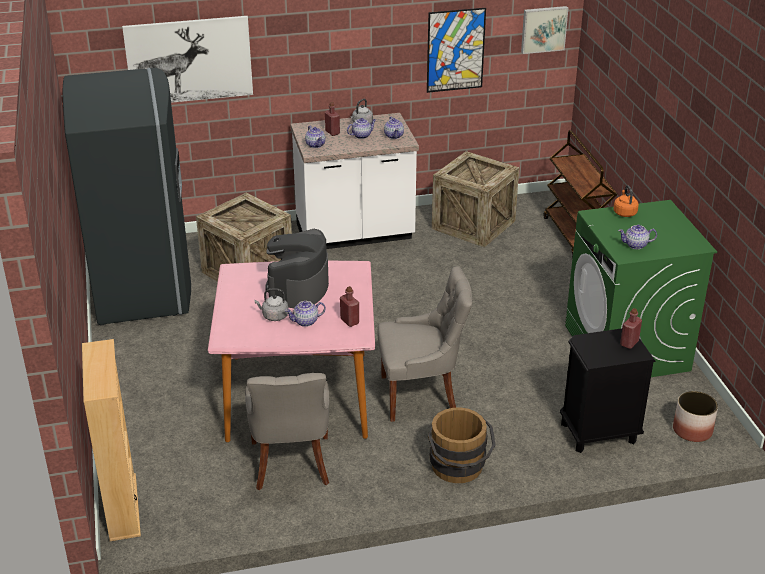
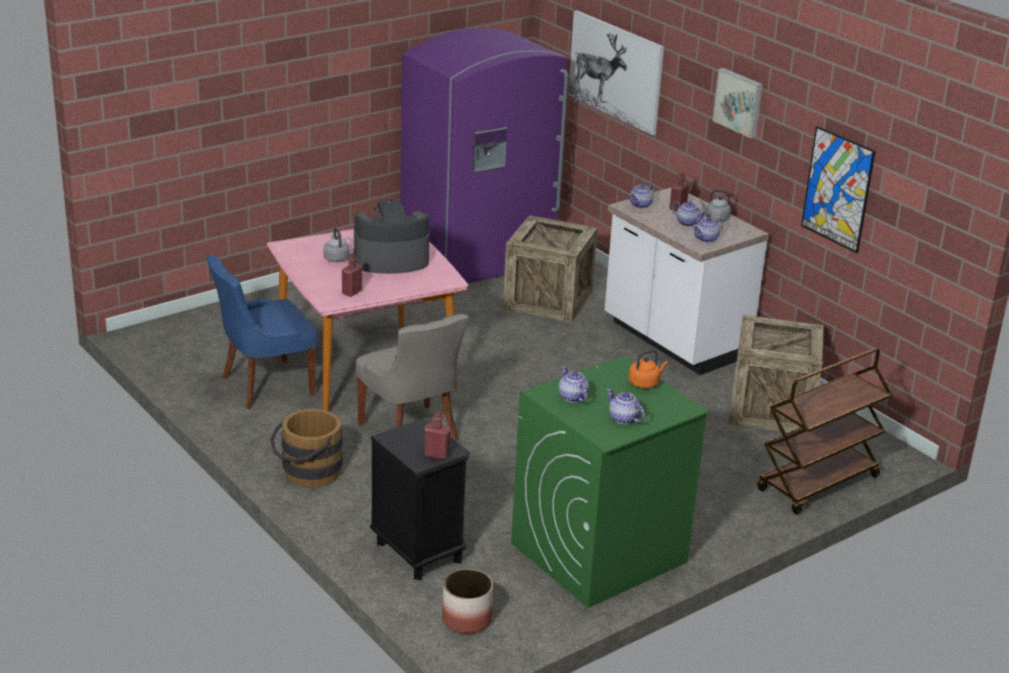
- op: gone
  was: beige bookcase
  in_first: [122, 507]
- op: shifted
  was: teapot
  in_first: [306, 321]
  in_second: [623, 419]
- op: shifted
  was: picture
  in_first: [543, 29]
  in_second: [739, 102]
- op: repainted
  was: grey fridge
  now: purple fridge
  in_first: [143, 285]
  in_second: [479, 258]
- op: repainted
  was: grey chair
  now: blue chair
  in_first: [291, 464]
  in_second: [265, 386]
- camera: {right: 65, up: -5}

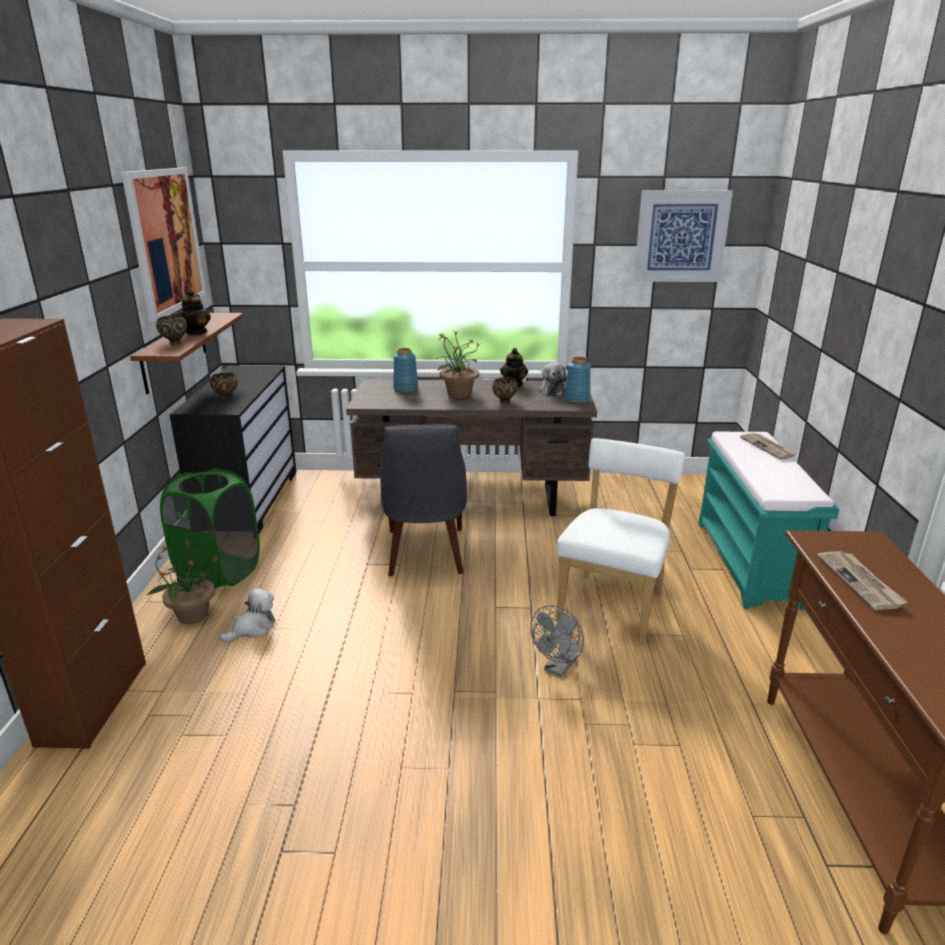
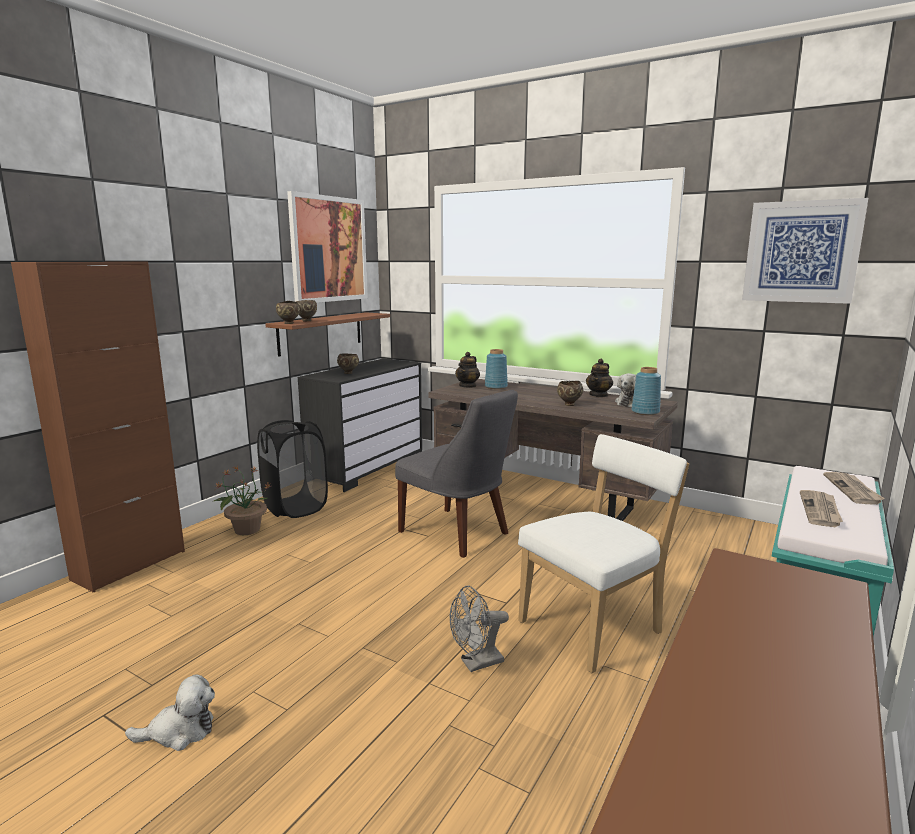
- op: gone
  was: potted plant
  in_first: [458, 394]
- op: new
  now: brown bowl
  in_second: [289, 323]
- op: shifted
  was: teapot
  in_first: [197, 332]
  in_second: [467, 386]
- op: shifted
  was: plush toy
  in_first: [253, 628]
  in_second: [179, 731]
- op: shifted
  was: newspaper
  in_first: [860, 582]
  in_second: [821, 510]
- op: repainted
  was: green laundry basket
  now: black laundry basket
  in_first: [219, 572]
  in_second: [295, 507]
- op: rotated
  was: grey chair
  in_first: [425, 554]
  in_second: [457, 534]
  clockwise: -75
- camera: {right: 30, up: -10}

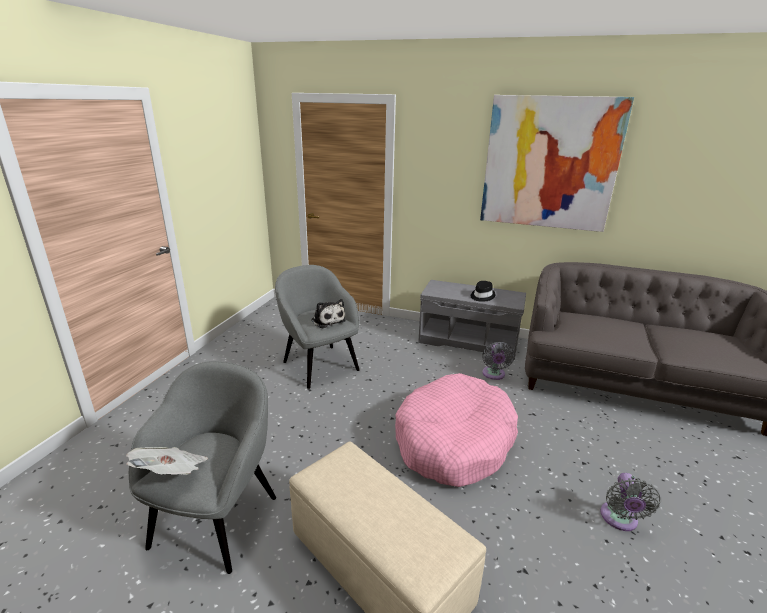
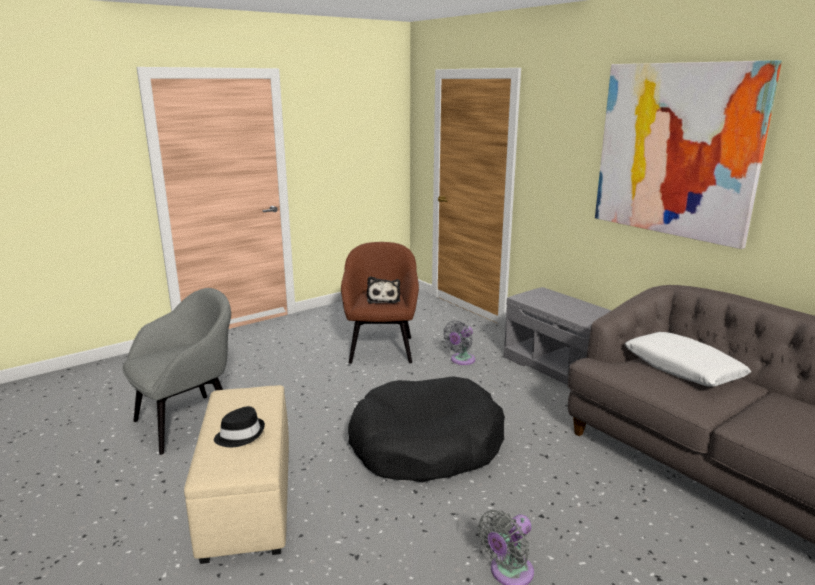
- op: gone
  was: newspaper
  in_first: [172, 473]
- op: new
  now: white pillow
  in_second: [682, 369]
- op: shifted
  was: black hat
  in_first: [481, 296]
  in_second: [240, 435]
- op: shifted
  was: grey fan
  in_first: [493, 375]
  in_second: [461, 360]
- op: repainted
  was: grey armchair
  now: brown armchair
  in_first: [319, 365]
  in_second: [381, 349]
- op: repainted
  was: pink dog bed
  now: black dog bed
  in_first: [454, 441]
  in_second: [425, 445]
- camera: {right: 35, up: -5}

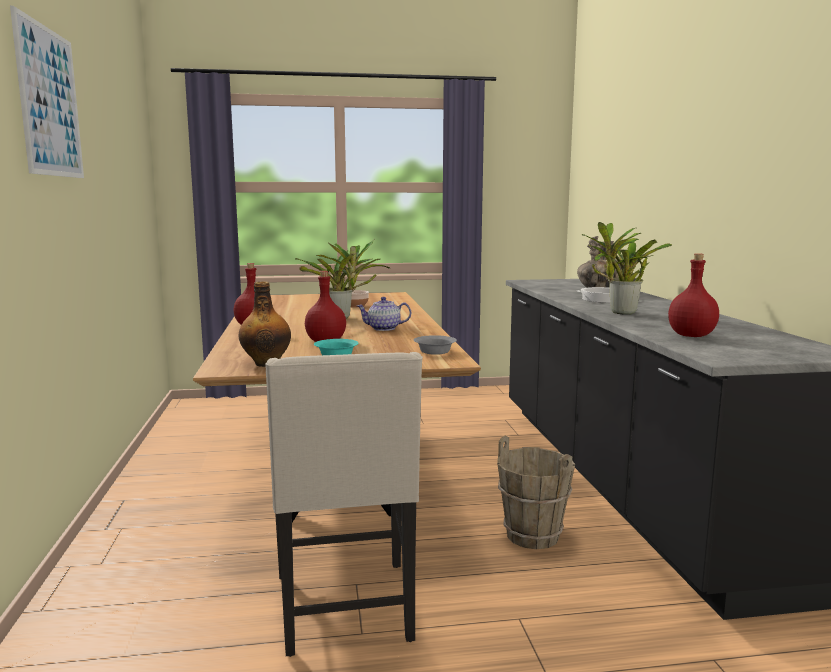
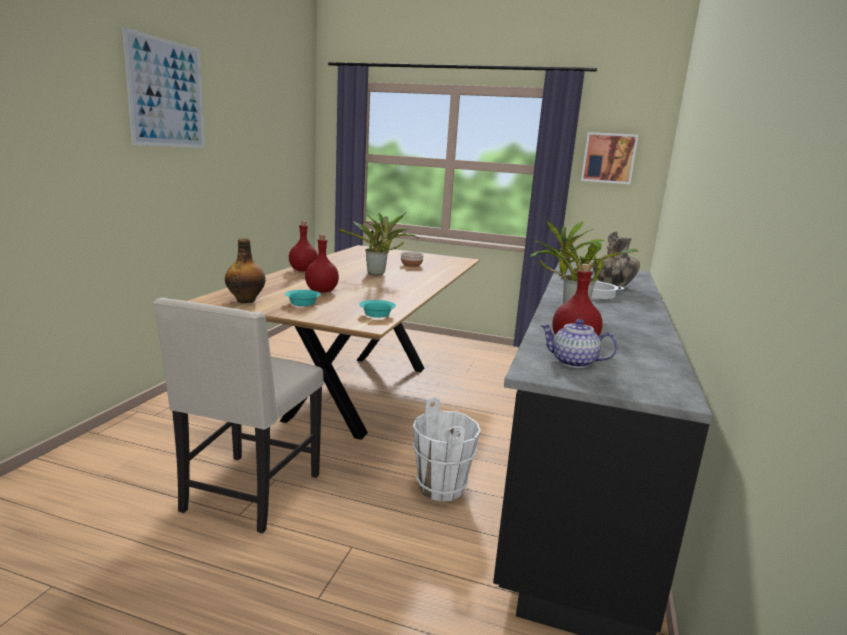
- op: new
  now: picture
  in_second: [609, 158]
- op: shifted
  was: teapot
  in_first: [383, 328]
  in_second: [573, 362]
- op: repainted
  was: grey bowl
  now: turquoise bowl
  in_first: [434, 351]
  in_second: [377, 314]
- op: repainted
  was: brown bucket
  now: white bucket
  in_first: [533, 535]
  in_second: [442, 487]
- camera: {right: 25, up: 5}

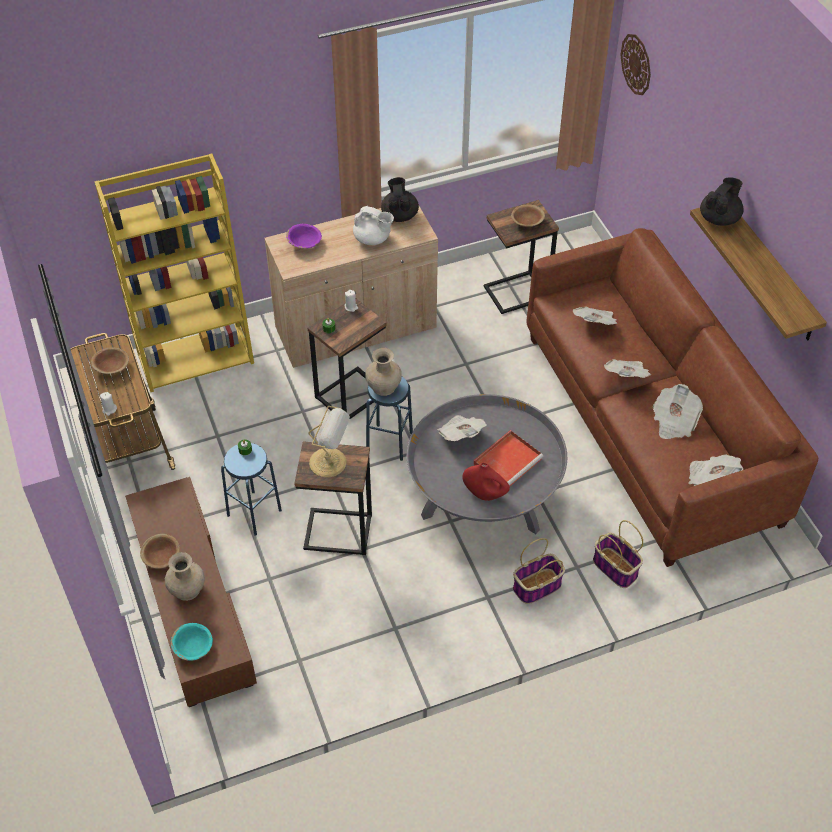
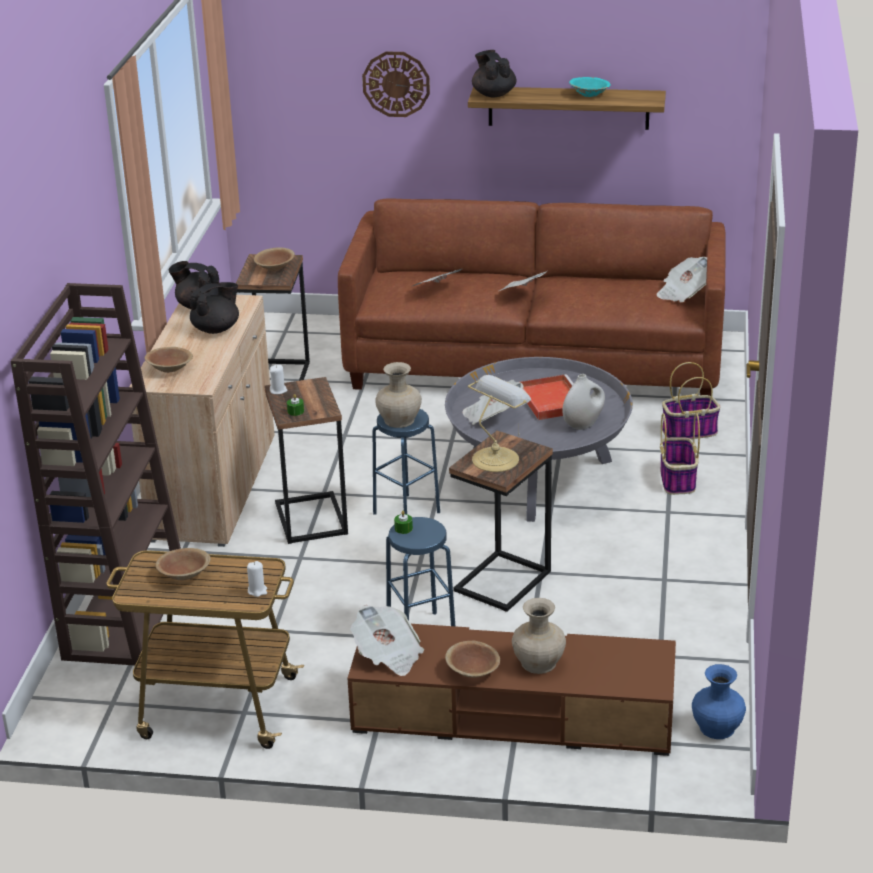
- op: new
  now: blue vase
  in_second: [717, 727]
- op: shifted
  was: turquoise bowl
  in_first: [193, 647]
  in_second: [589, 94]
- op: shifted
  was: wall clock
  in_first: [636, 64]
  in_second: [396, 84]
- op: shifted
  was: newspaper
  in_first: [674, 421]
  in_second: [388, 655]
- op: repainted
  was: yellow bookcase
  now: brown bookcase
  in_first: [196, 357]
  in_second: [124, 614]
- op: repainted
  was: purple bowl
  now: brown bowl
  in_first: [304, 243]
  in_second: [170, 369]
- op: repainted
  was: white teapot
  now: black teapot
  in_first: [373, 239]
  in_second: [216, 329]
- op: repainted
  was: red vase
  now: white vase
  in_first: [485, 494]
  in_second: [583, 424]
- camera: {right: -60, up: -20}

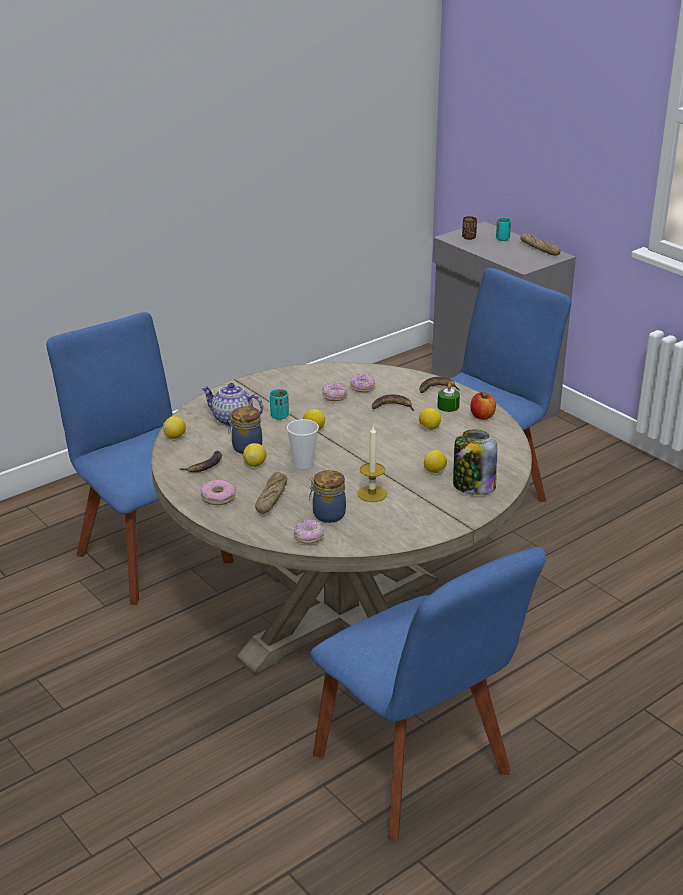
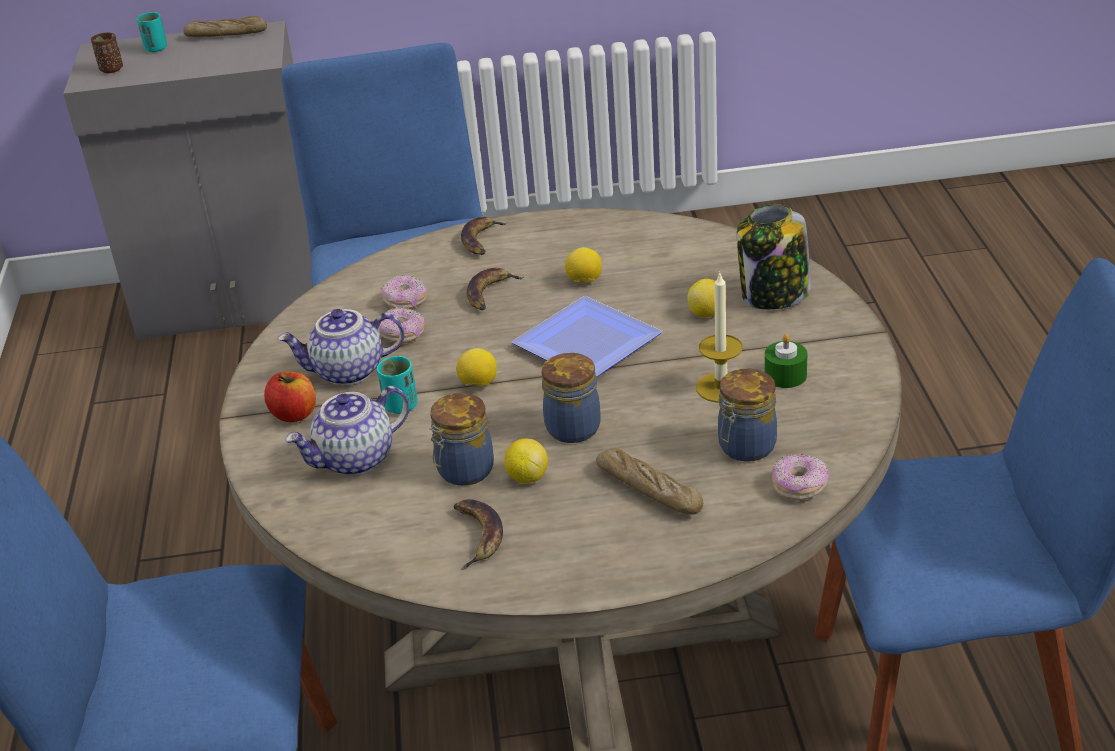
- op: gone
  was: lemon
  in_first: [175, 437]
- op: gone
  was: donut
  in_first: [218, 497]
- op: new
  now: teapot
  in_second: [348, 372]
- op: new
  now: plate
  in_second: [587, 340]
- op: shifted
  was: green candle
  in_first: [448, 406]
  in_second: [785, 375]
- op: shifted
  was: apple
  in_first: [482, 416]
  in_second: [294, 414]
- op: swapped
  was: cup
  now: jar
  in_first: [303, 464]
  in_second: [573, 426]
- camera: {right: -55, up: 5}

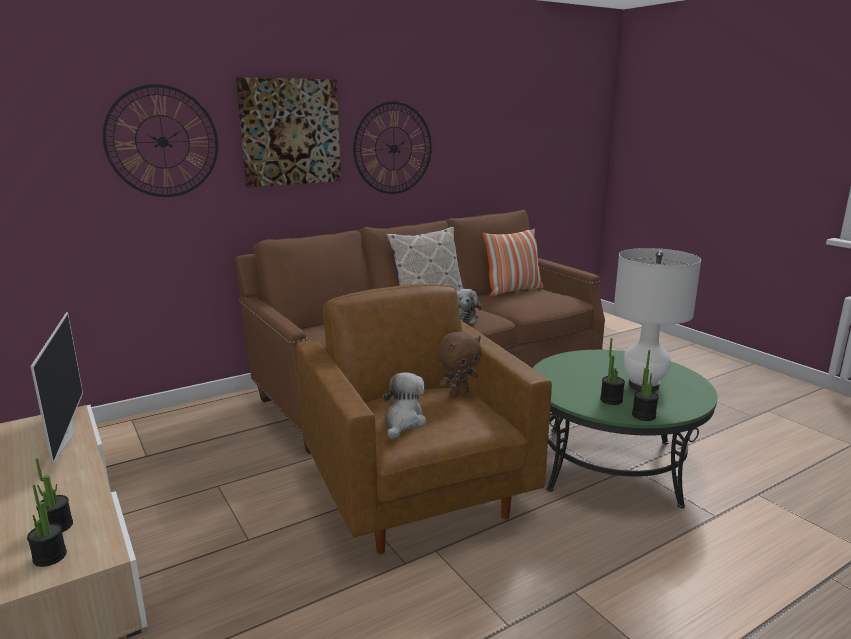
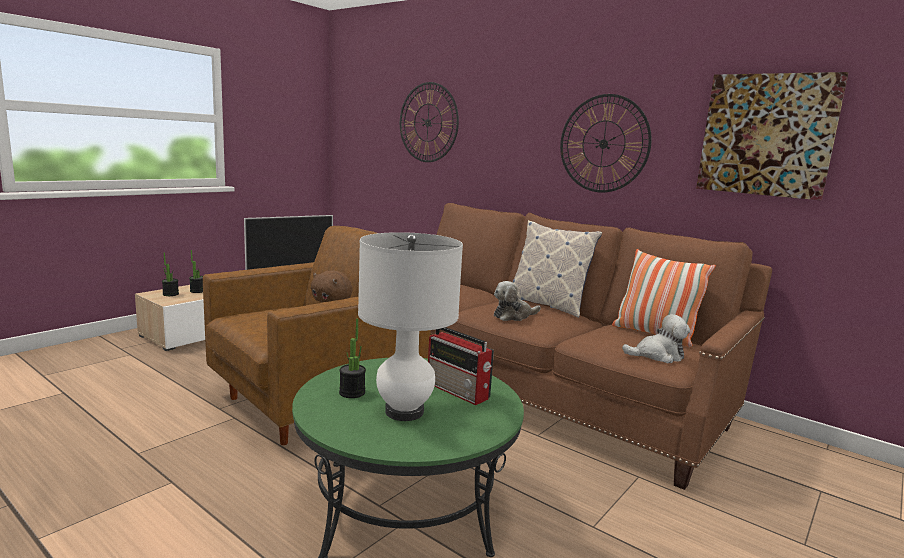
- op: gone
  was: potted plant
  in_first: [643, 416]
- op: new
  now: radio
  in_second: [458, 391]
- op: shifted
  was: picture
  in_first: [290, 132]
  in_second: [767, 135]
- op: shifted
  was: plush toy
  in_first: [403, 422]
  in_second: [657, 355]
- camera: {right: 70, up: -5}

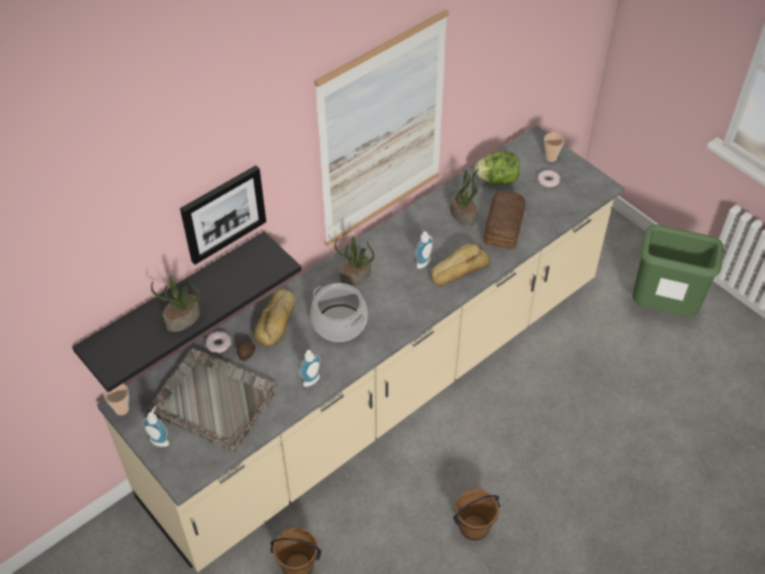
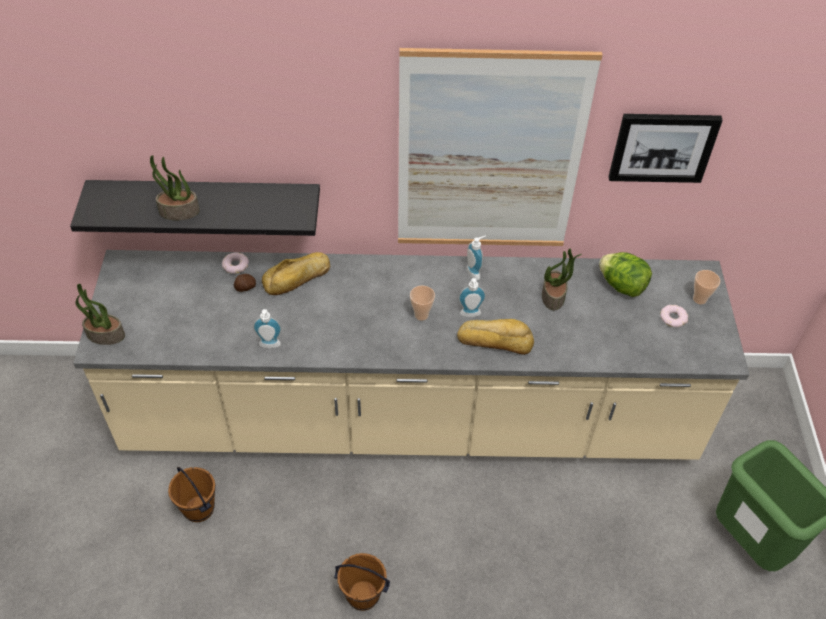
- op: gone
  was: grey tray
  in_first: [212, 400]
- op: gone
  was: cooking pot
  in_first: [339, 323]
- op: gone
  was: bread
  in_first: [505, 226]
- op: shifted
  was: cup
  in_first: [122, 409]
  in_second: [421, 315]
- op: shifted
  was: soap dispenser
  in_first: [160, 439]
  in_second: [475, 272]
- op: shifted
  was: picture
  in_first: [223, 213]
  in_second: [662, 146]
- op: shifted
  was: potted plant
  in_first: [355, 276]
  in_second: [105, 335]
- camera: {right: 40, up: 0}

